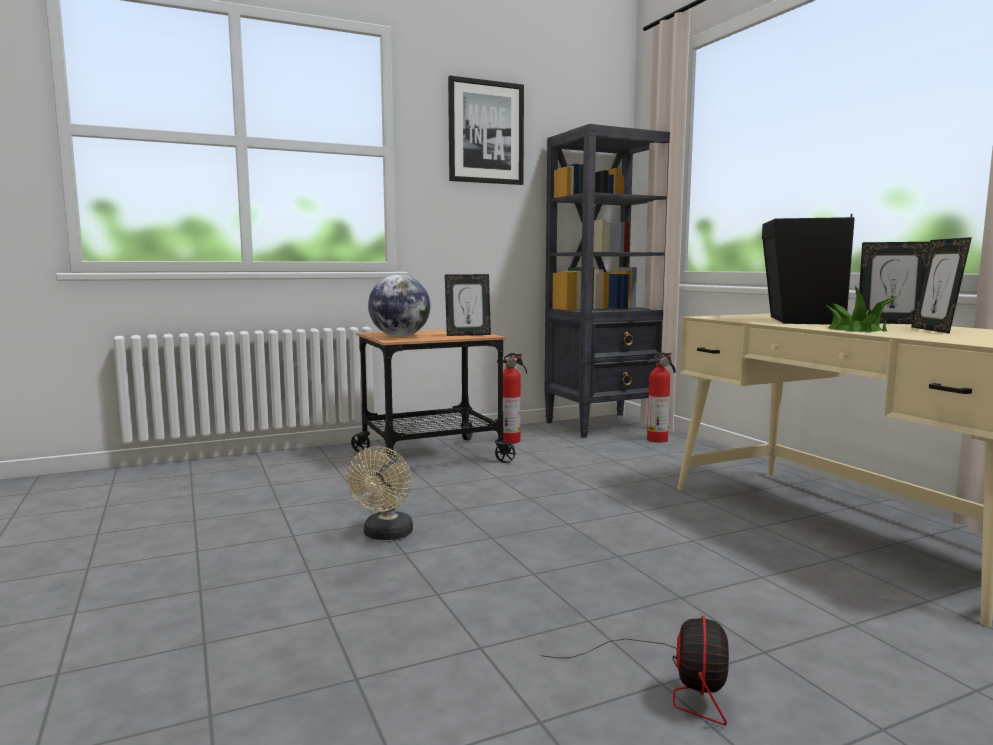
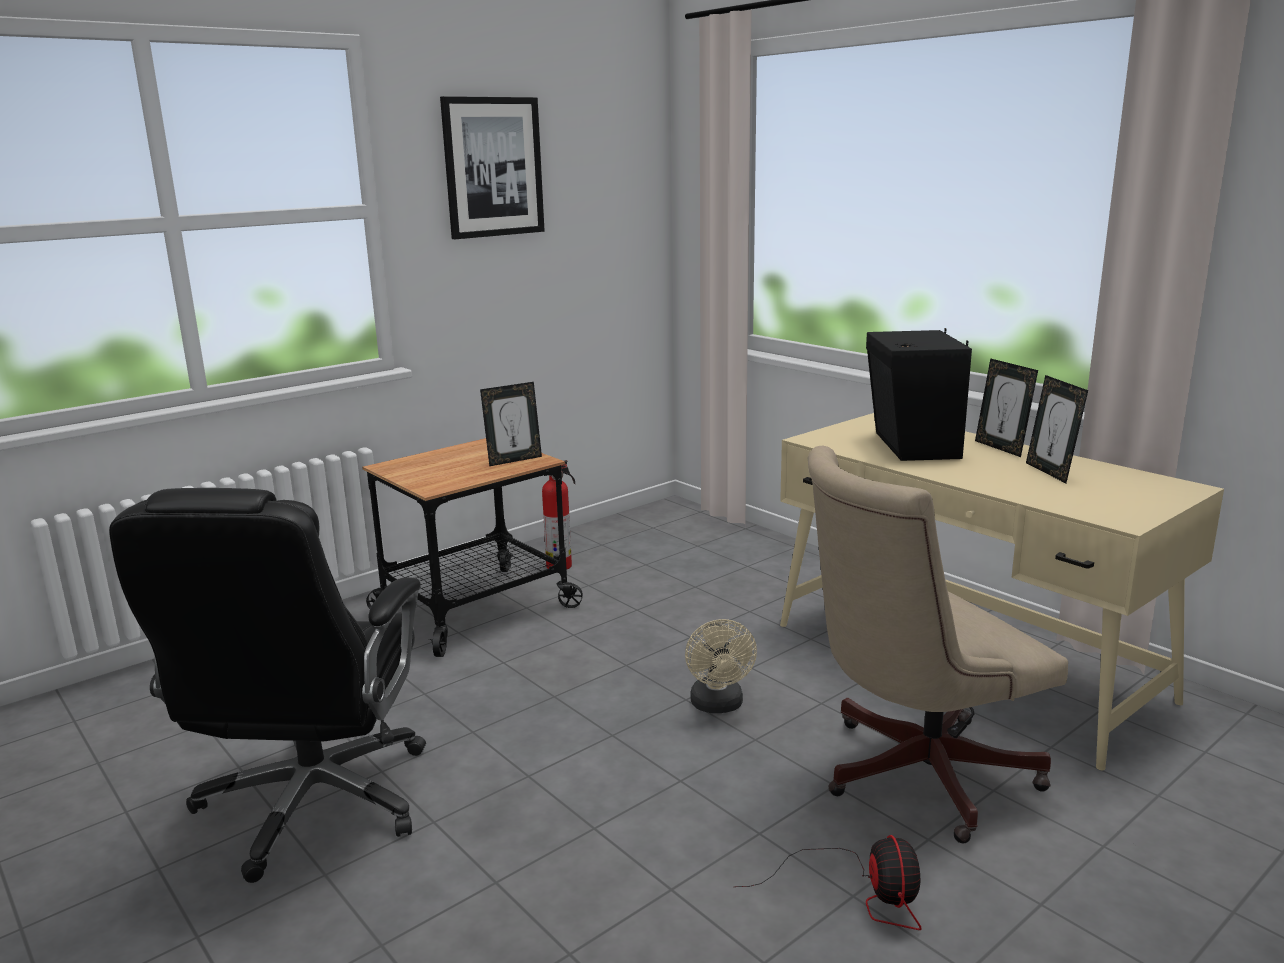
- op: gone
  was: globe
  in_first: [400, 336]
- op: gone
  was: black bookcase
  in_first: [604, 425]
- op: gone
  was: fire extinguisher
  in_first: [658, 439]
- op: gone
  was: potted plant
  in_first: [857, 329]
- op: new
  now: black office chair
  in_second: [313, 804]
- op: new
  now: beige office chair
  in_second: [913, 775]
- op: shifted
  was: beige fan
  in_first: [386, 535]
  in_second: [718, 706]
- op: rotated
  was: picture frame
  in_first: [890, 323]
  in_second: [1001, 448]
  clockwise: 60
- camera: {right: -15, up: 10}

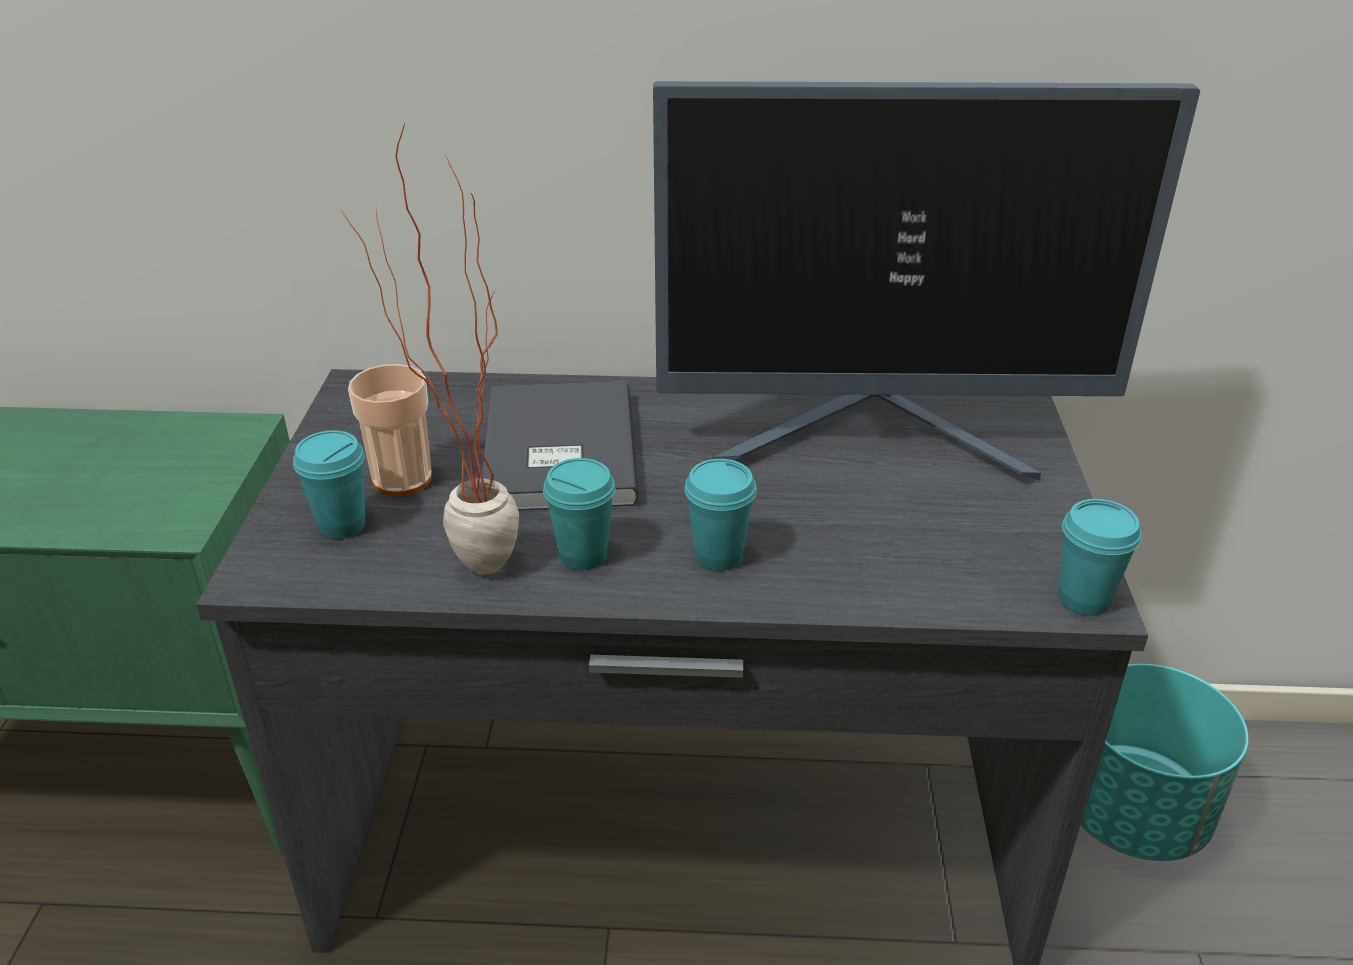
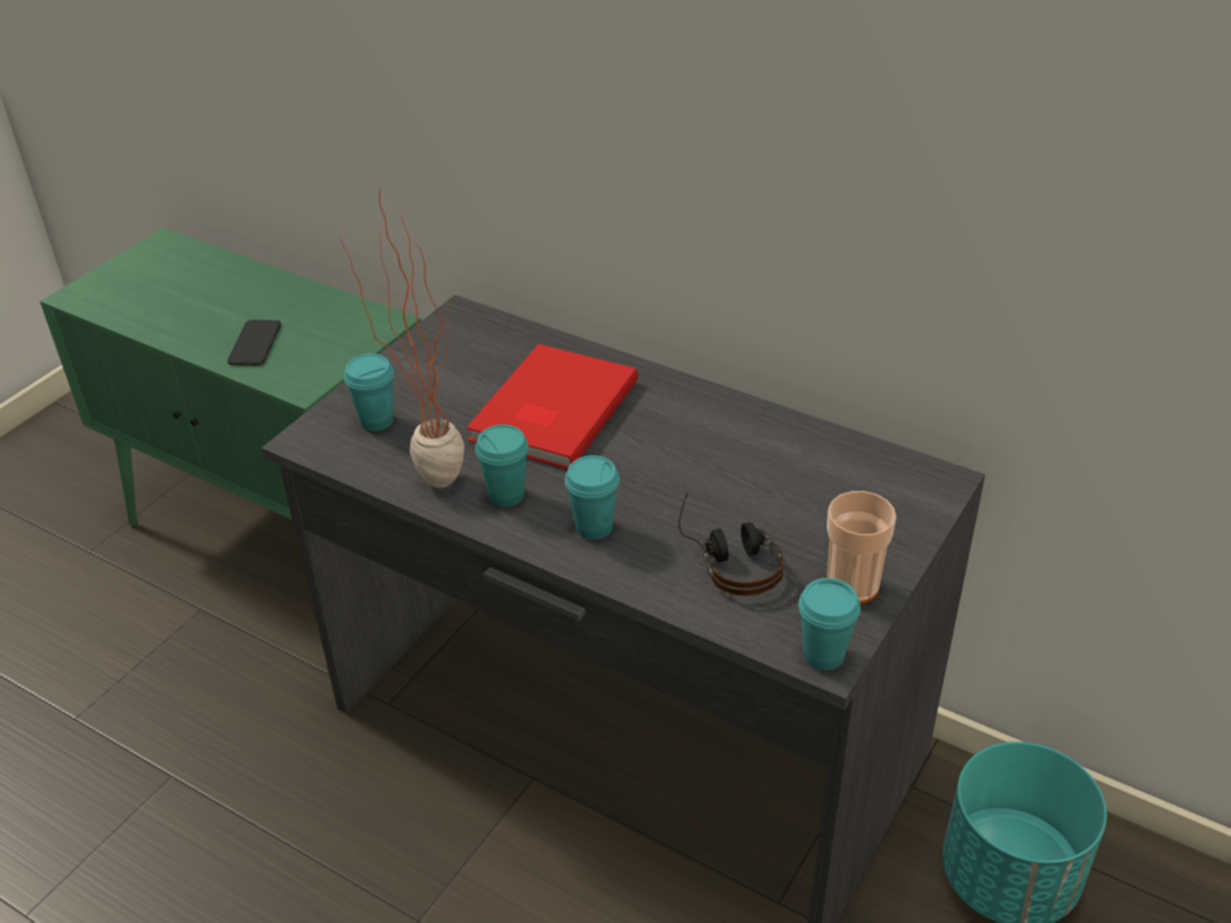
- op: gone
  was: monitor
  in_first: [880, 436]
- op: new
  now: phone
  in_second: [255, 344]
- op: new
  now: headphones
  in_second: [729, 556]
- op: shifted
  was: cup
  in_first: [402, 479]
  in_second: [852, 585]
- op: repainted
  was: grey book
  now: red book
  in_first: [554, 453]
  in_second: [549, 411]
- camera: {right: 30, up: 5}

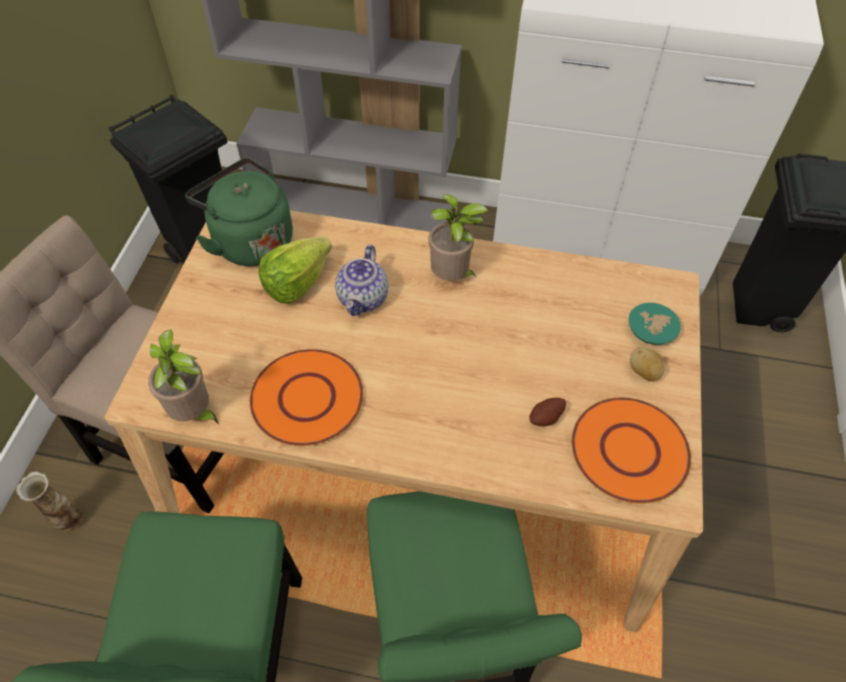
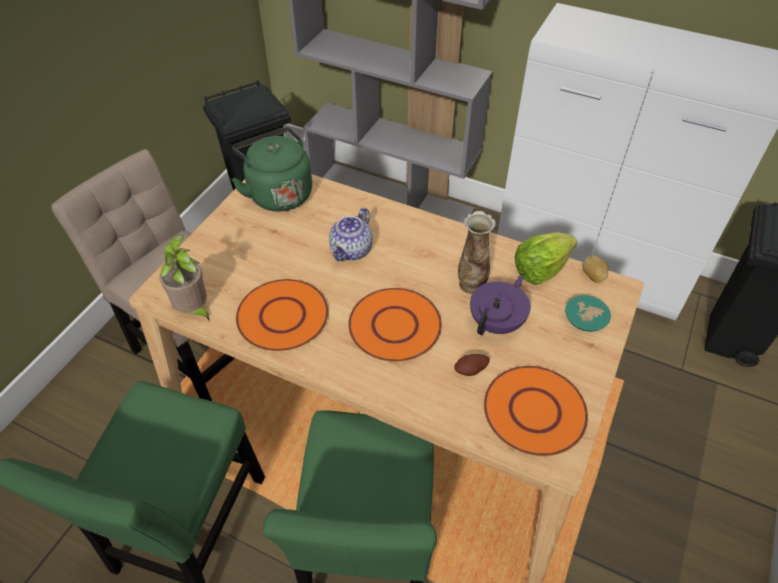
- op: gone
  was: potted plant
  in_first: [452, 277]
- op: new
  now: orange plate
  in_second: [394, 325]
- op: new
  now: purple teapot
  in_second: [497, 323]
- op: shifted
  was: vase
  in_first: [69, 521]
  in_second: [471, 285]
- op: shifted
  was: lettuce
  in_first: [297, 283]
  in_second: [541, 269]
- op: shifted
  was: potato
  in_first: [643, 372]
  in_second: [593, 277]
- camera: {right: 15, up: -5}

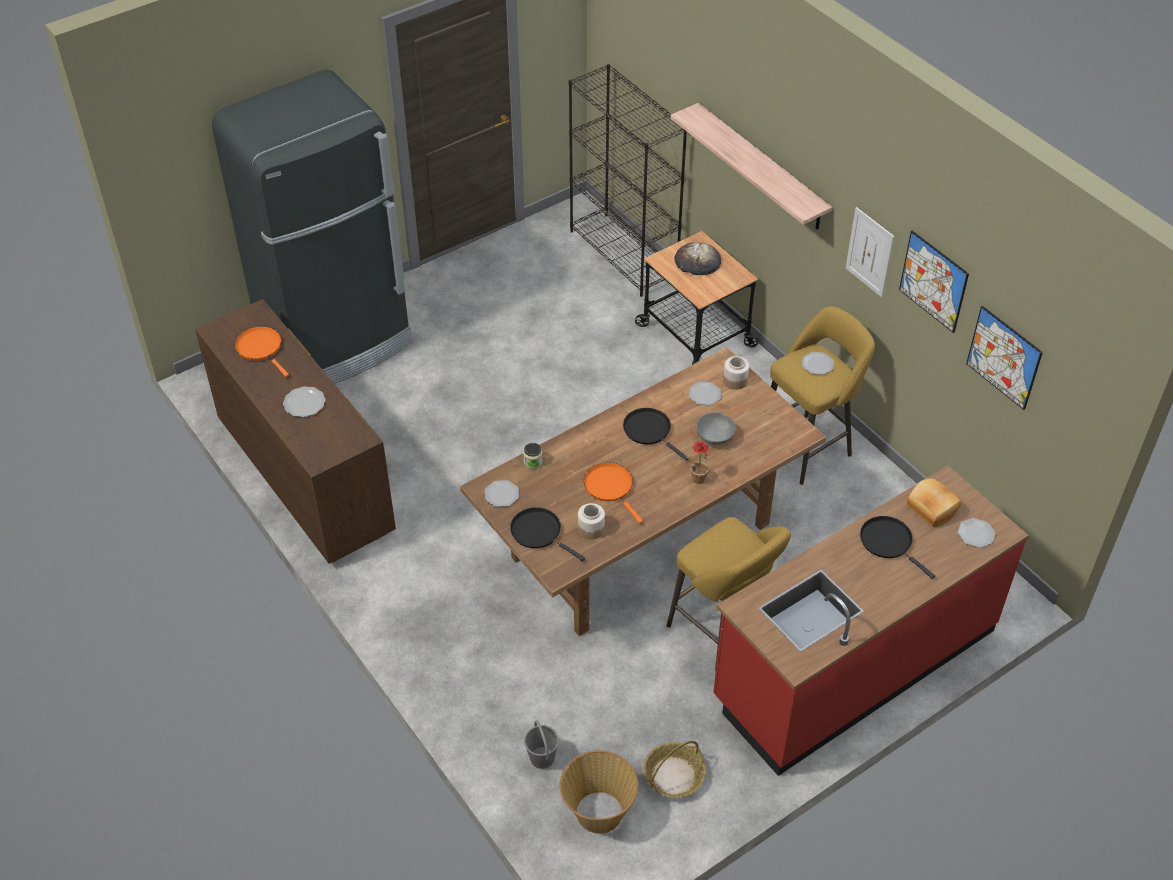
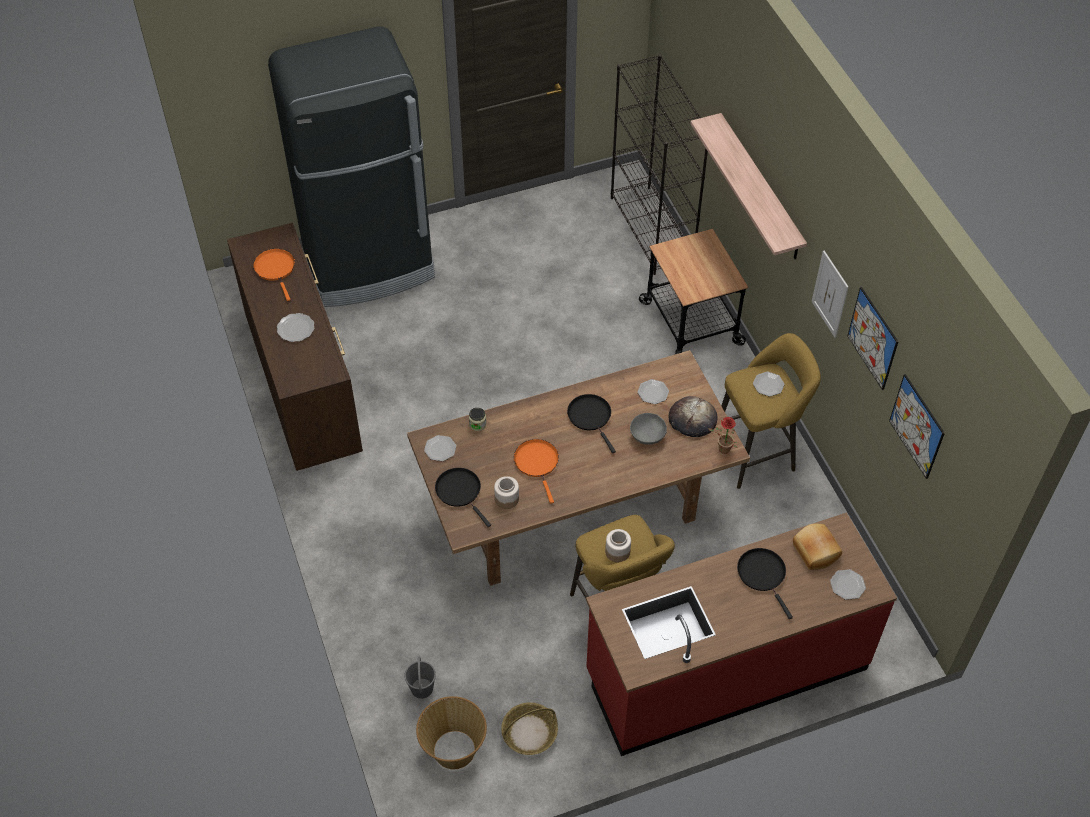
- op: shifted
  was: bread
  in_first: [697, 262]
  in_second: [692, 419]
- op: shifted
  was: potted plant
  in_first: [696, 480]
  in_second: [721, 449]
- op: shifted
  was: jar
  in_first: [734, 381]
  in_second: [617, 551]
- camera: {right: 15, up: 5}

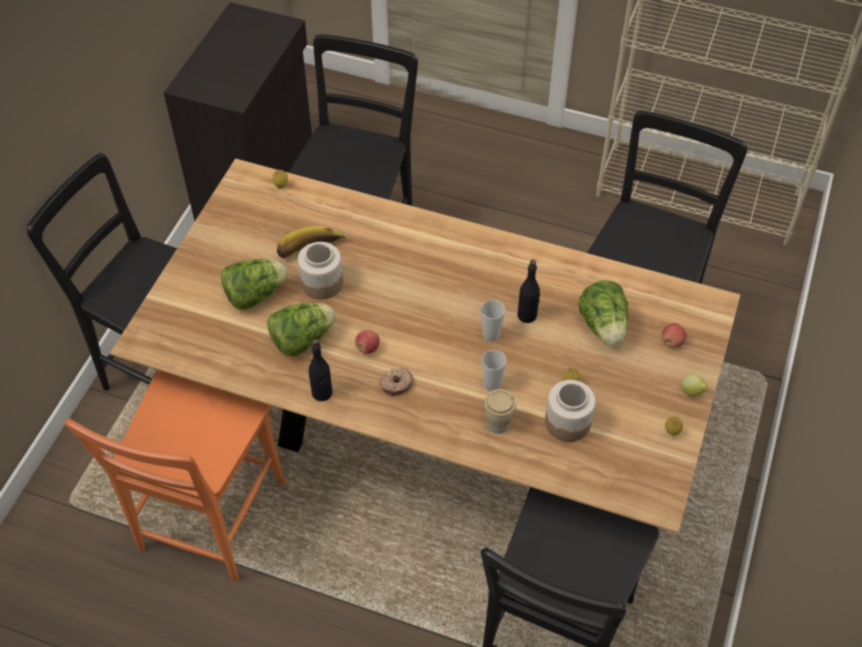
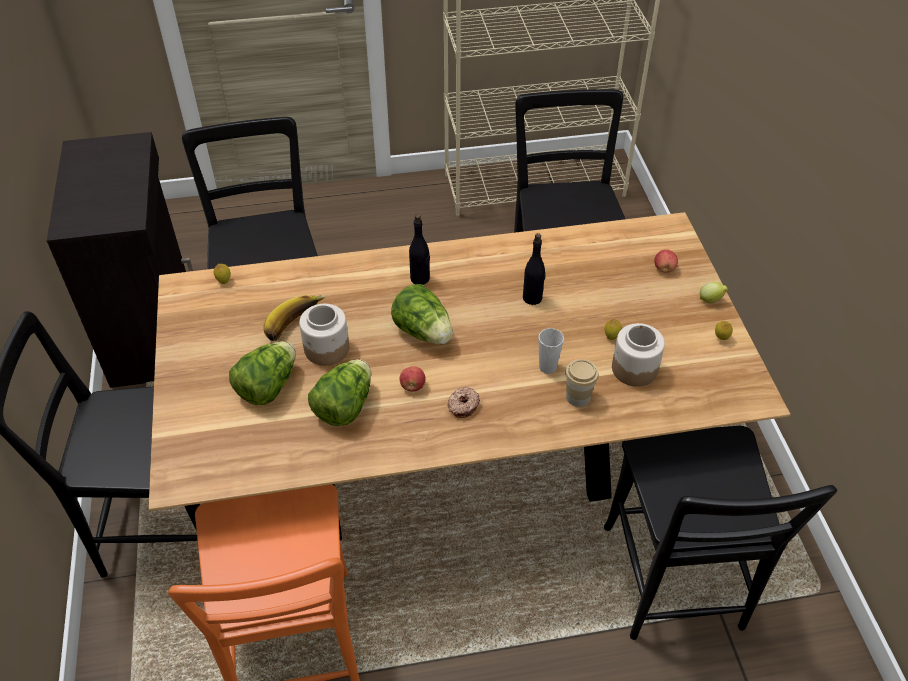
- op: gone
  was: cup
  in_first: [491, 335]
- op: shifted
  was: black bottle
  in_first: [322, 393]
  in_second: [420, 278]
- op: shifted
  was: lettuce
  in_first: [603, 326]
  in_second: [424, 332]
- camera: {right: -30, up: -5}

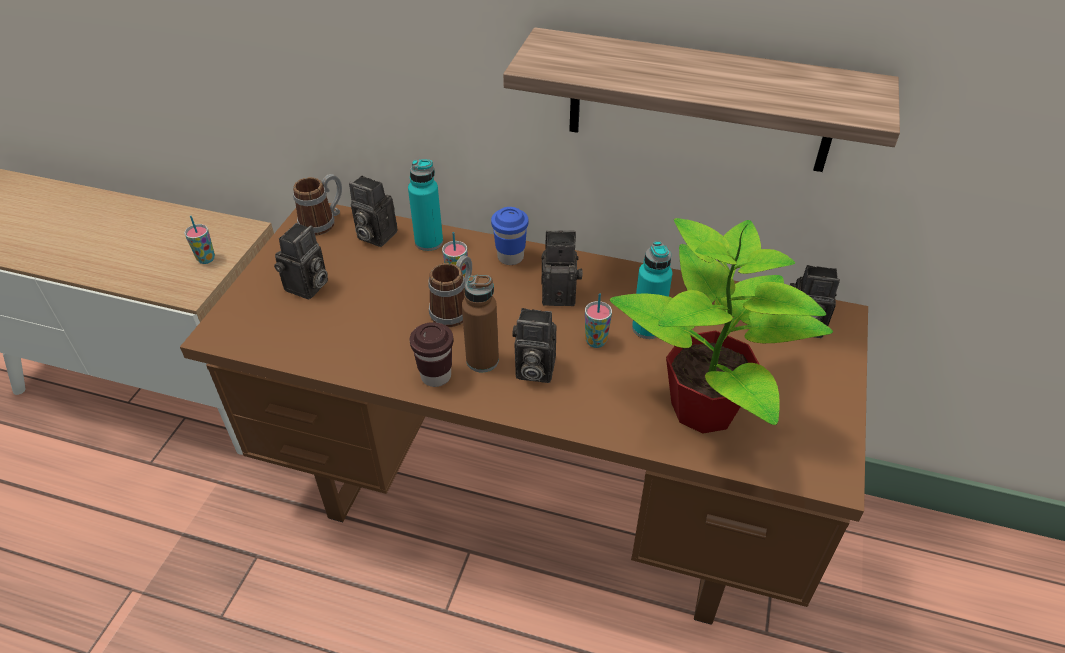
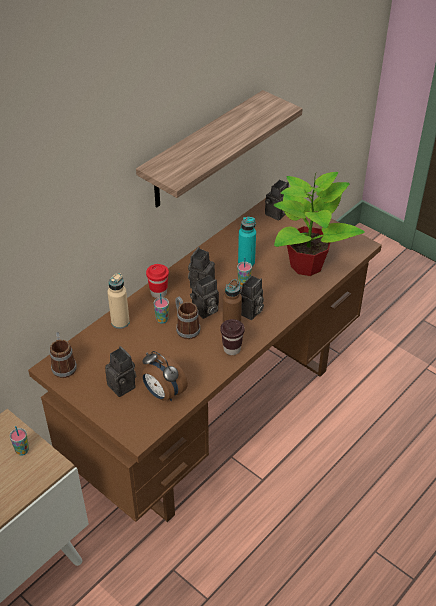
- op: new
  now: alarm clock
  in_second: [163, 393]
- op: shifted
  was: photo camera
  in_first: [374, 235]
  in_second: [205, 311]
- op: repainted
  was: turquoise bottle
  now: beige bottle
  in_first: [429, 242]
  in_second: [120, 322]
- op: repainted
  was: blue cup
  now: red cup
  in_first: [510, 257]
  in_second: [158, 293]
- camera: {right: -65, up: 0}

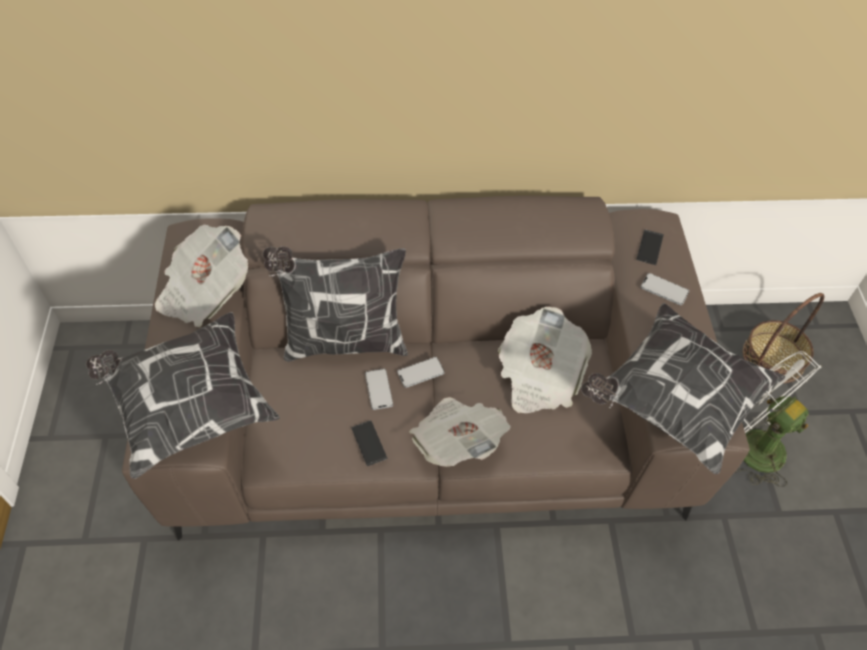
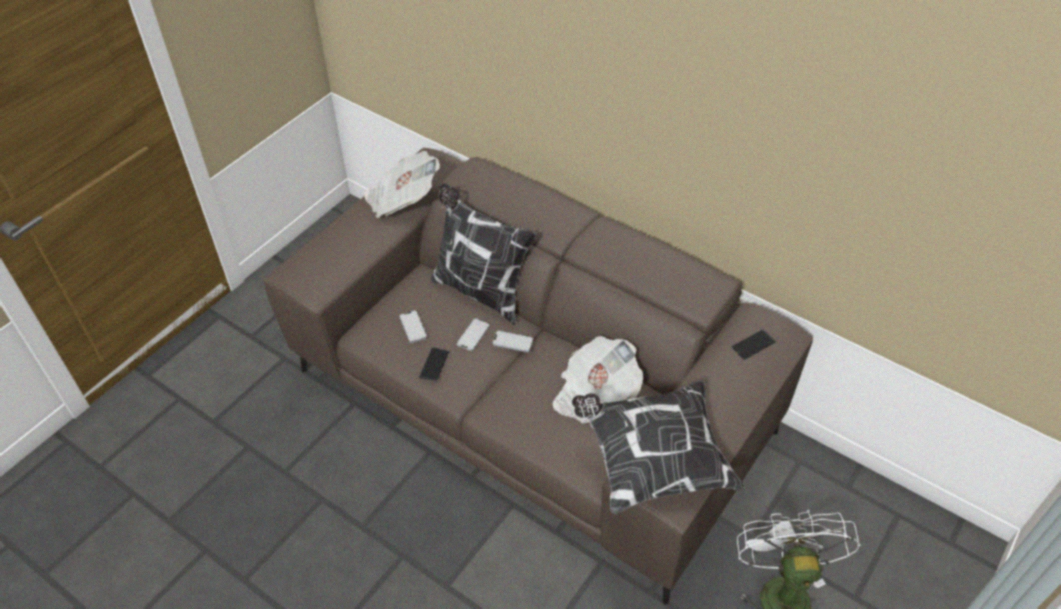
- op: gone
  was: pillow
  in_first: [188, 407]
- op: gone
  was: newspaper
  in_first: [457, 441]
- op: gone
  was: basket
  in_first: [773, 357]
- op: shifted
  was: phone
  in_first: [664, 290]
  in_second: [413, 327]
- camera: {right: 40, up: -5}

